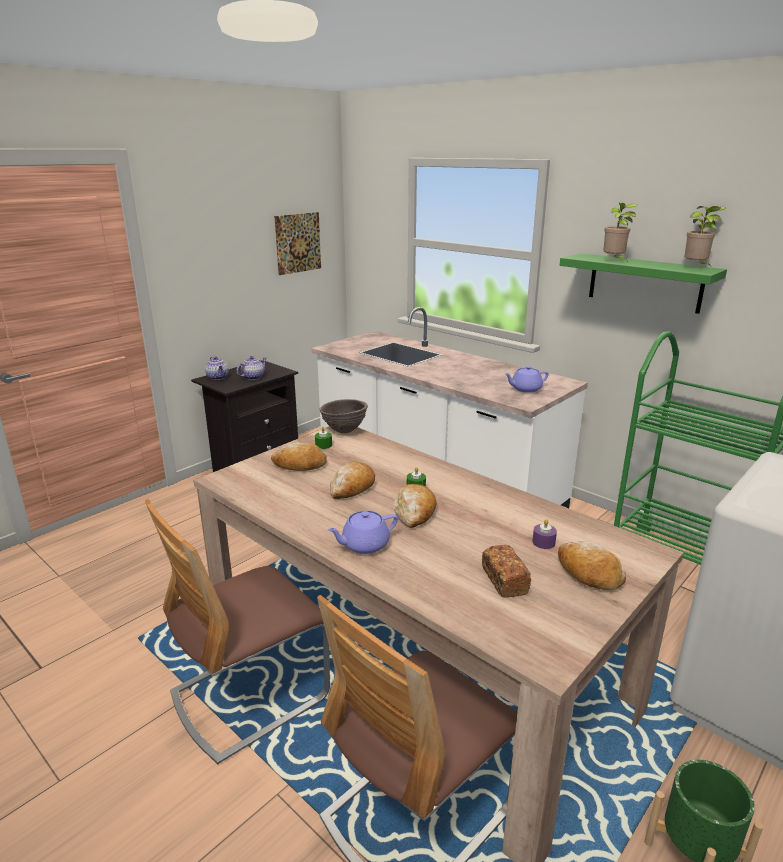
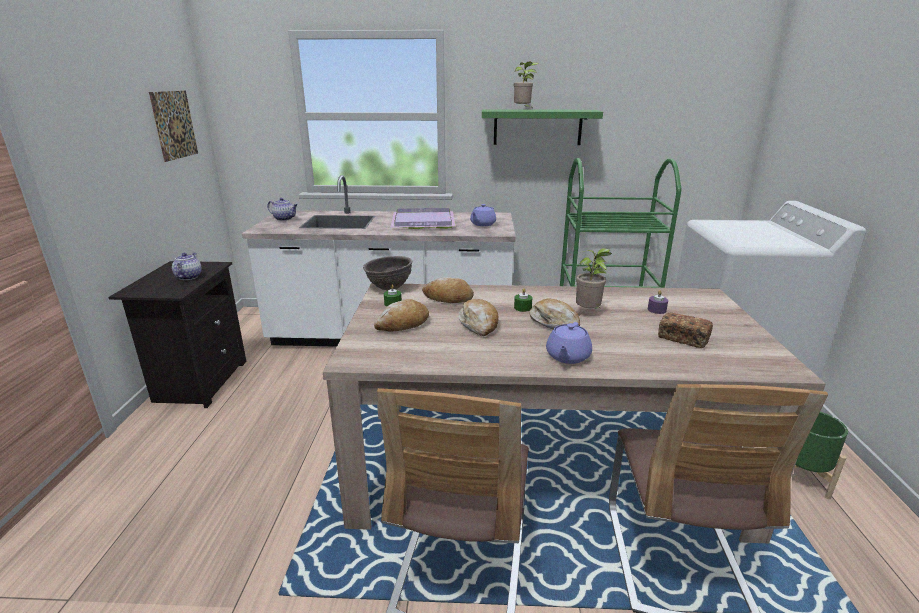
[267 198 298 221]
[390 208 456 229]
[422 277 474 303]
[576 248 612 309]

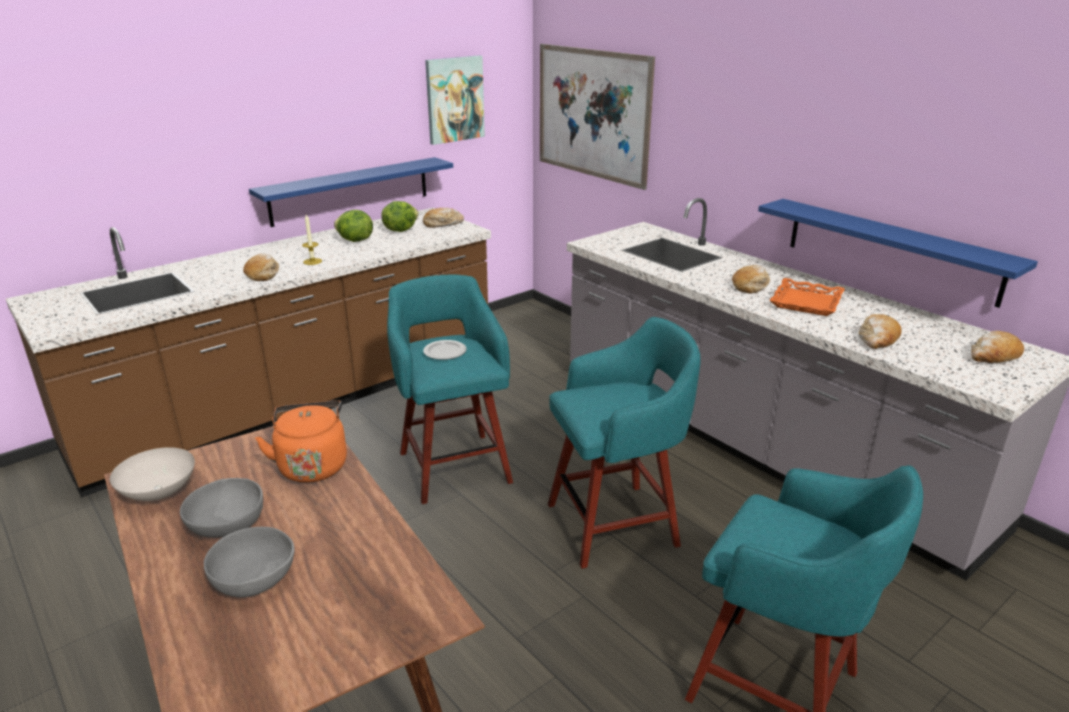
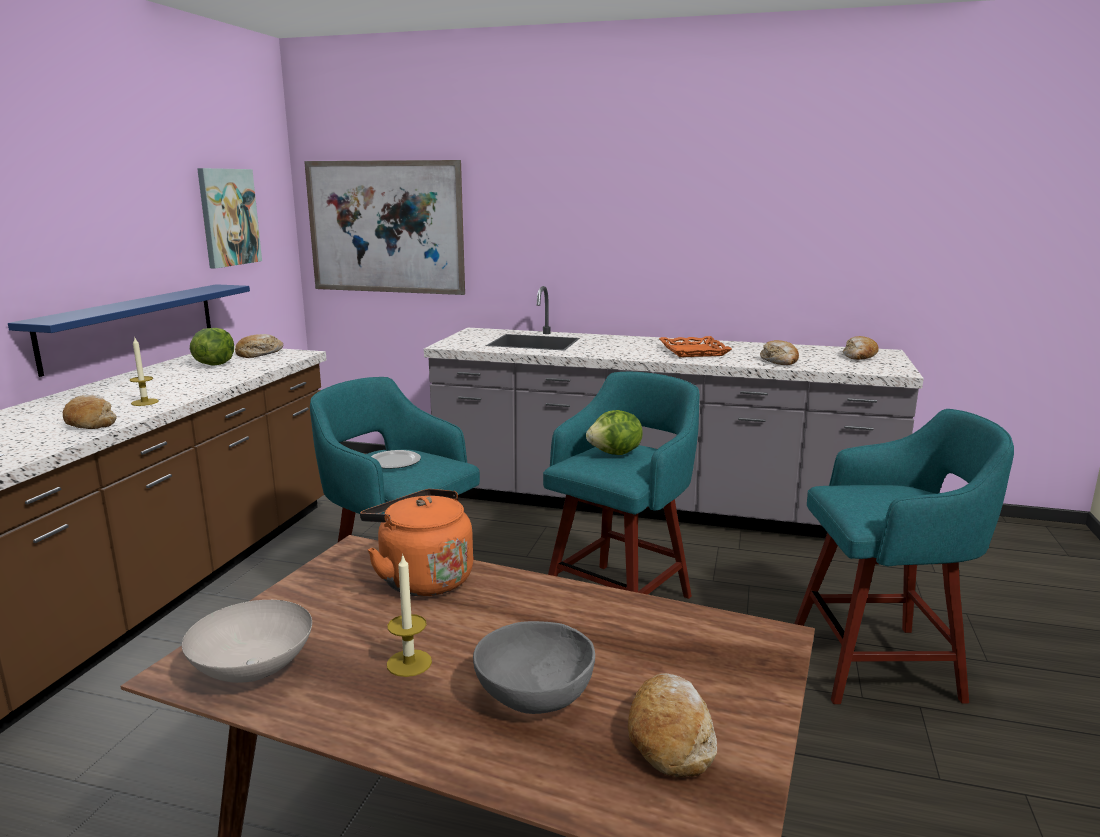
[387 553 432 677]
[586 410 643 455]
[628 673 717 777]
[758 199 1038 308] (first image)

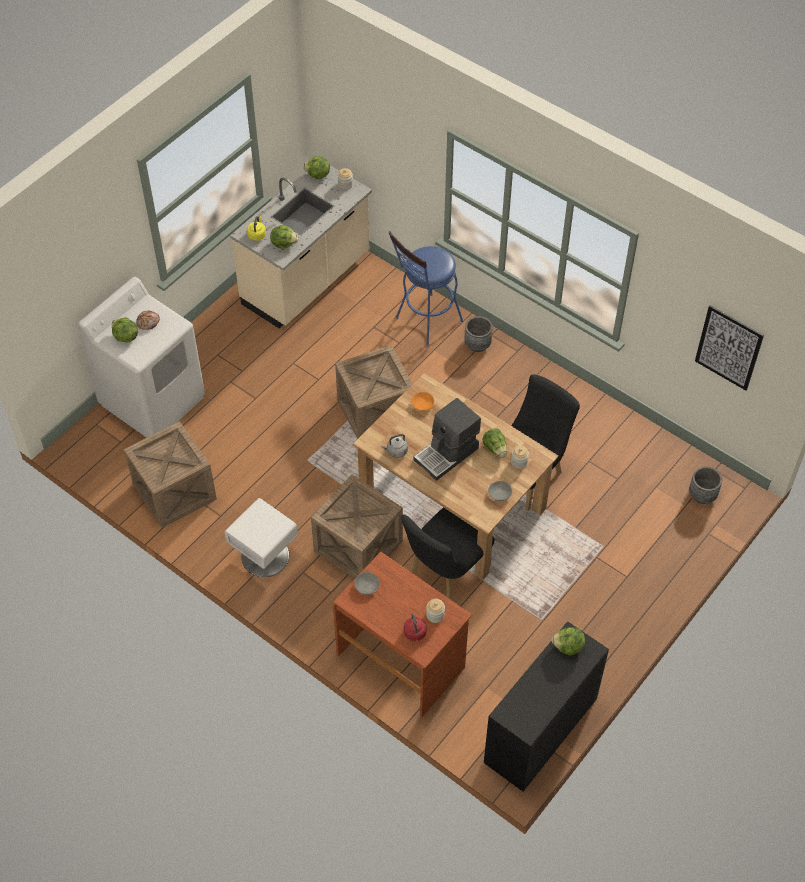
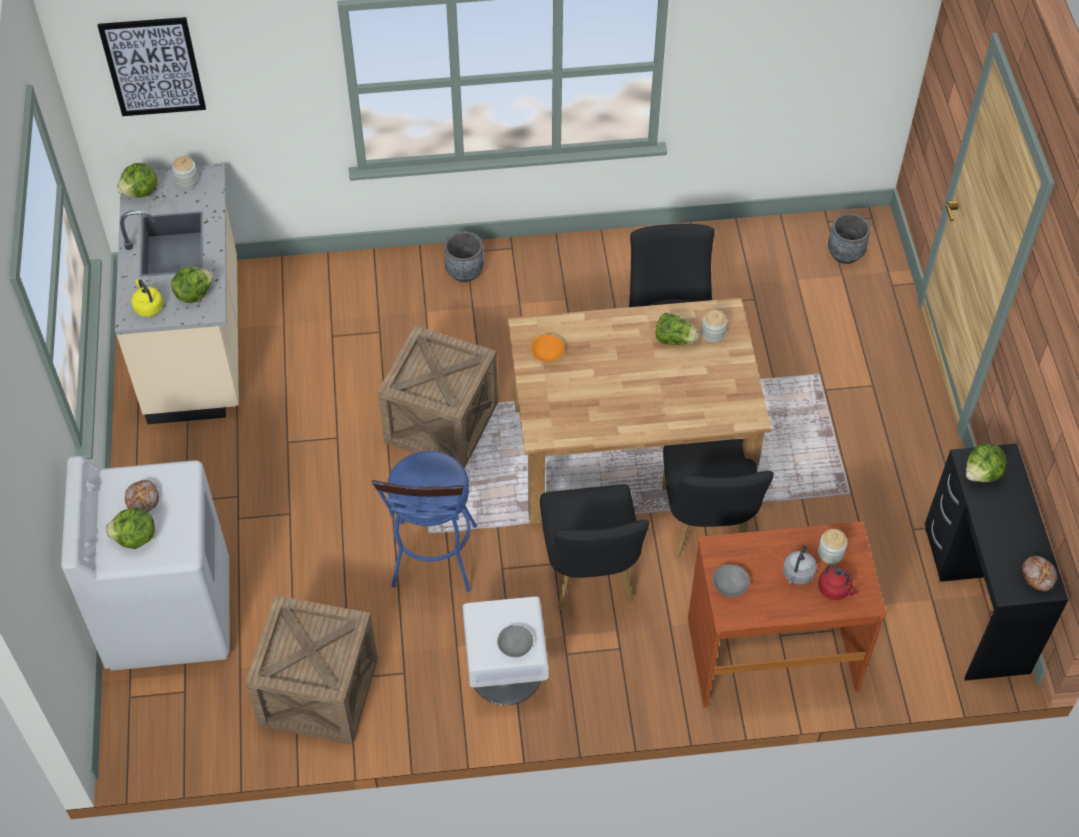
[98 17 206 116]
[372 451 477 592]
[497 625 533 657]
[540 484 649 610]
[783 545 817 585]
[1021 556 1057 592]
[413 398 481 481] (first image)

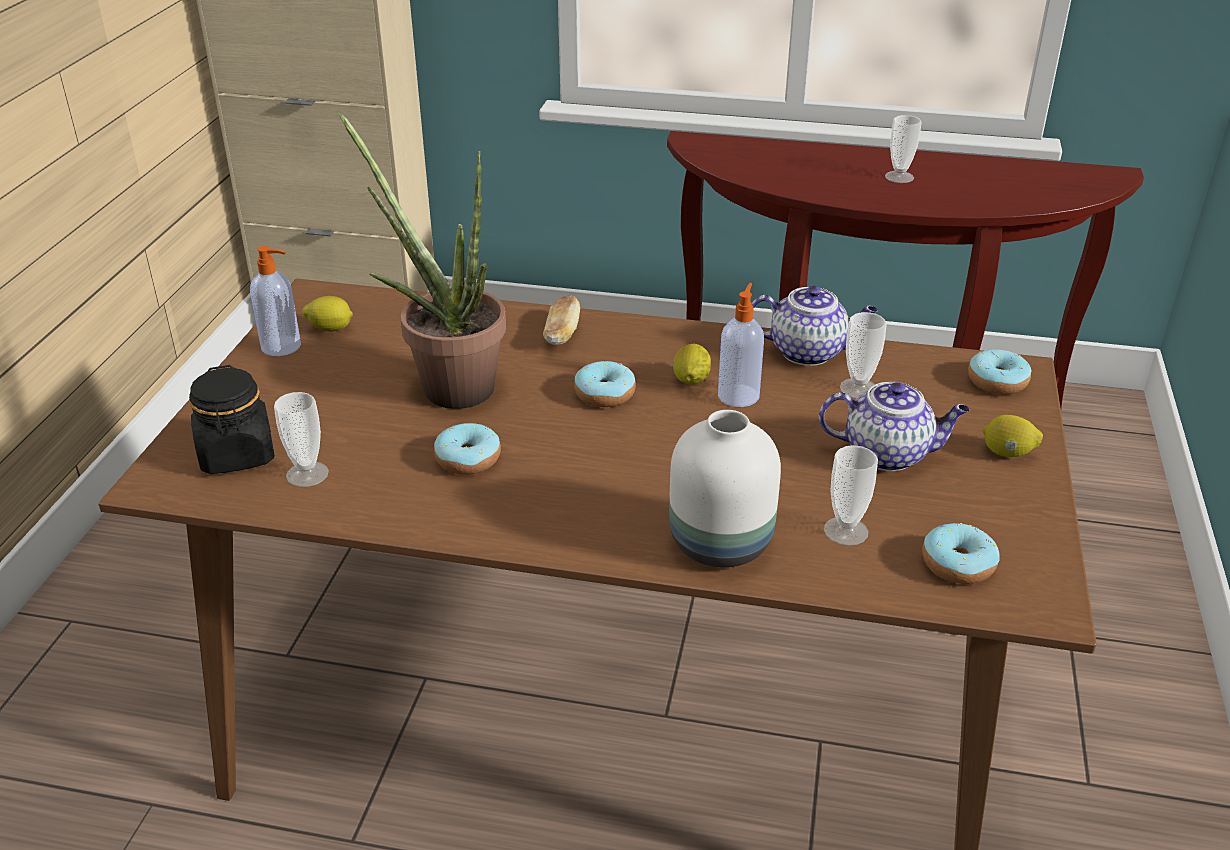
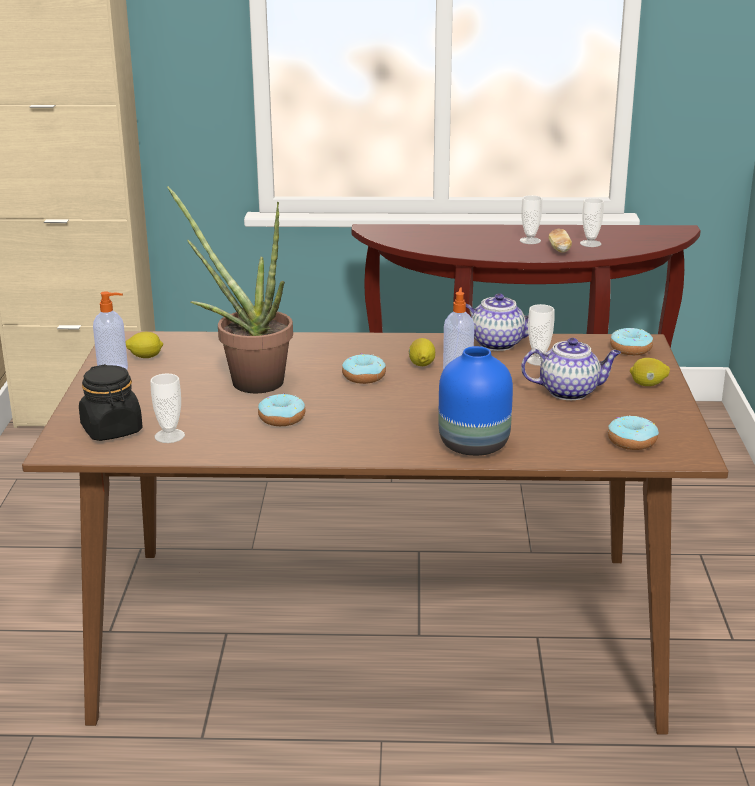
[439 346 513 456]
[549 228 572 252]
[580 198 604 247]

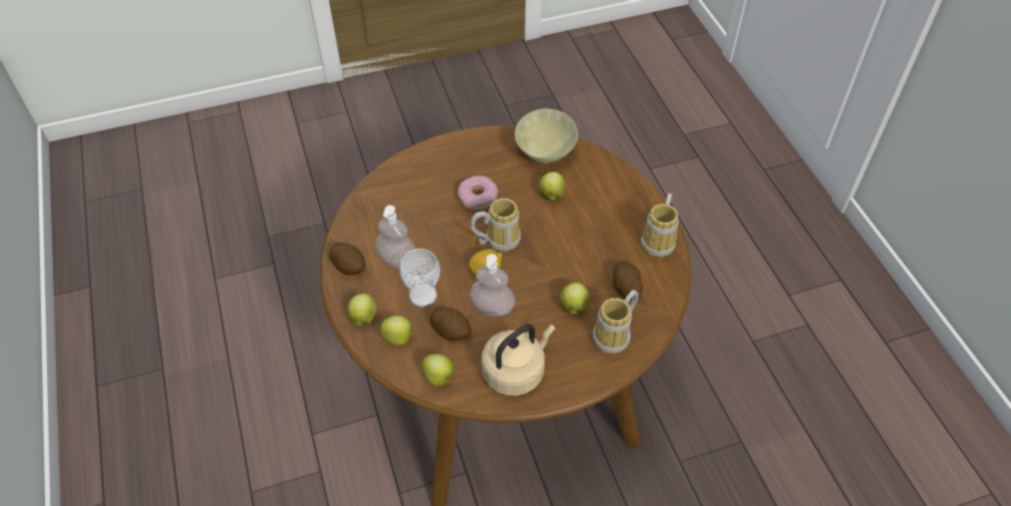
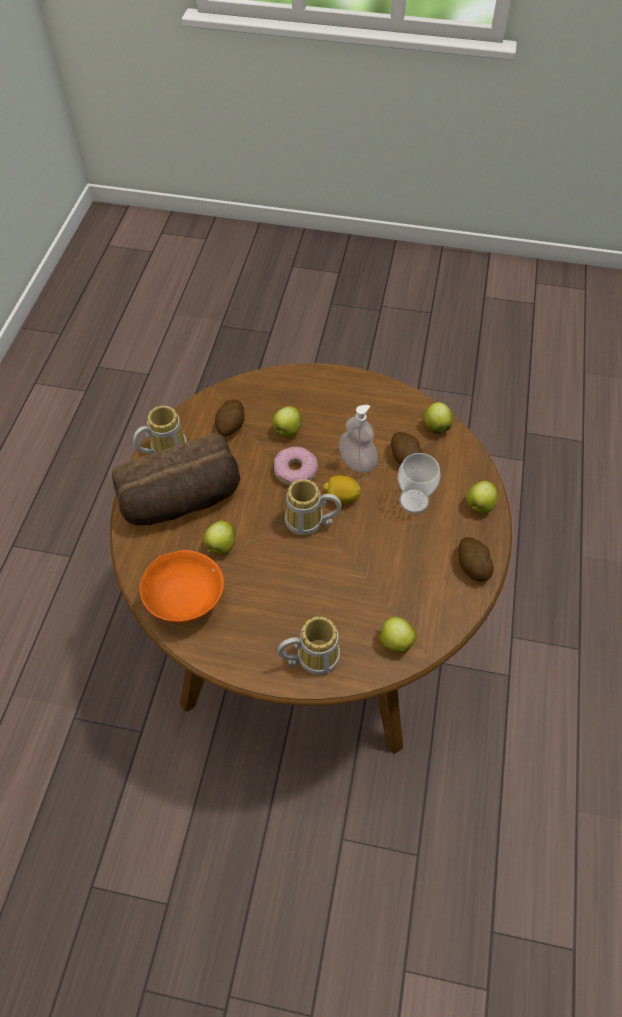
[112 432 240 525]
[140 550 224 623]
[274 447 318 486]
[278 616 340 675]
[380 617 417 653]
[376 205 415 268] (first image)
[481 324 555 396] (first image)

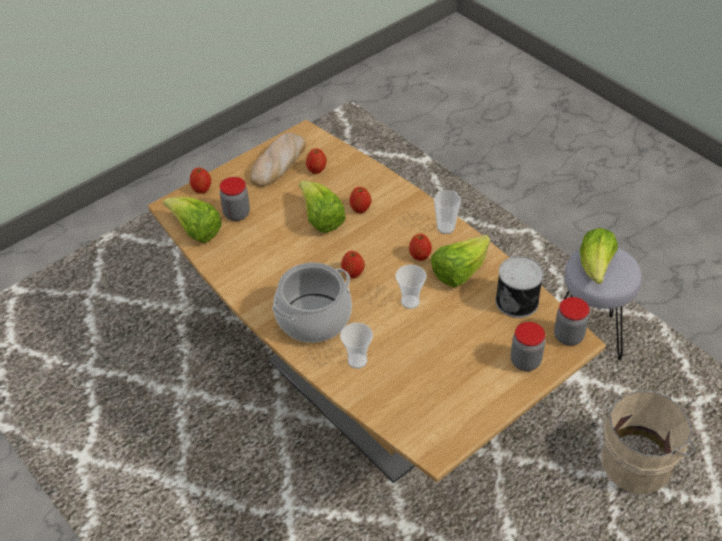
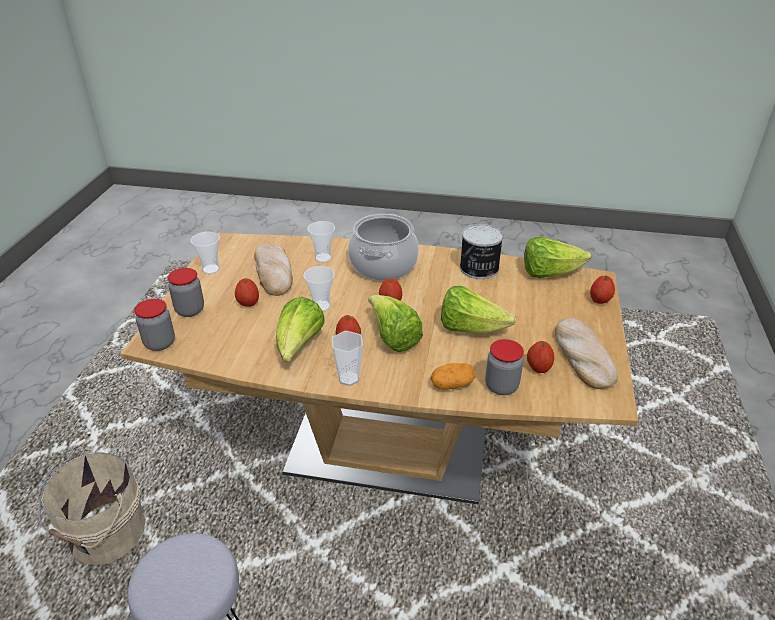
[191 232 220 274]
[235 278 259 307]
[254 244 293 296]
[369 295 423 352]
[430 363 475 390]
[460 224 503 279]
[485 339 524 395]

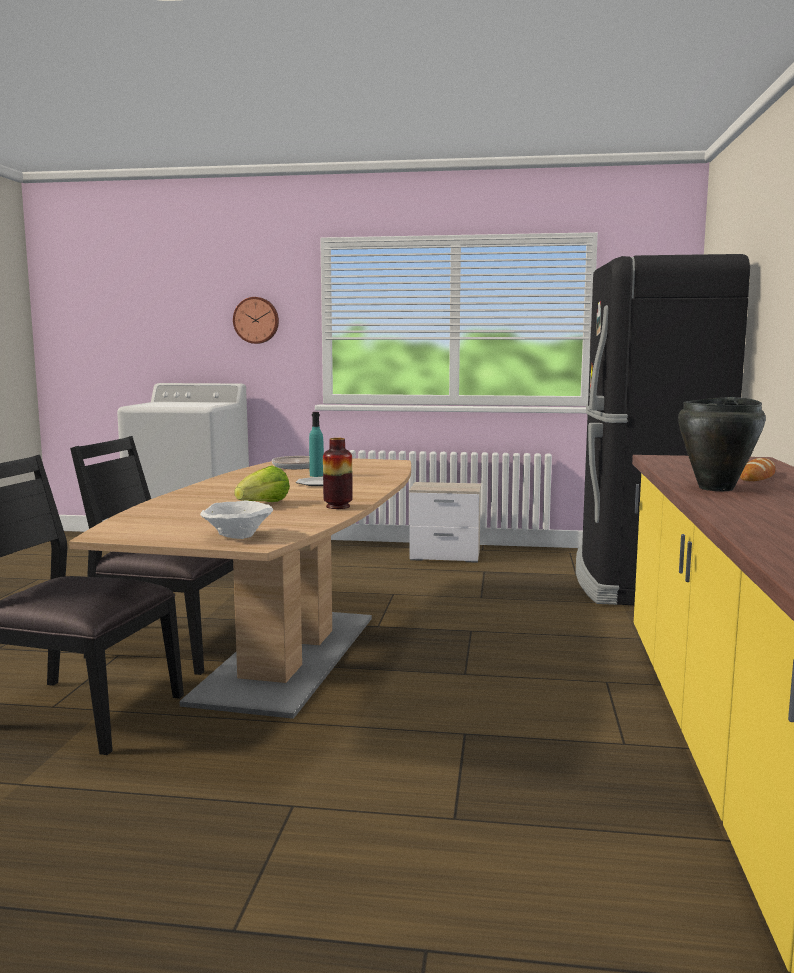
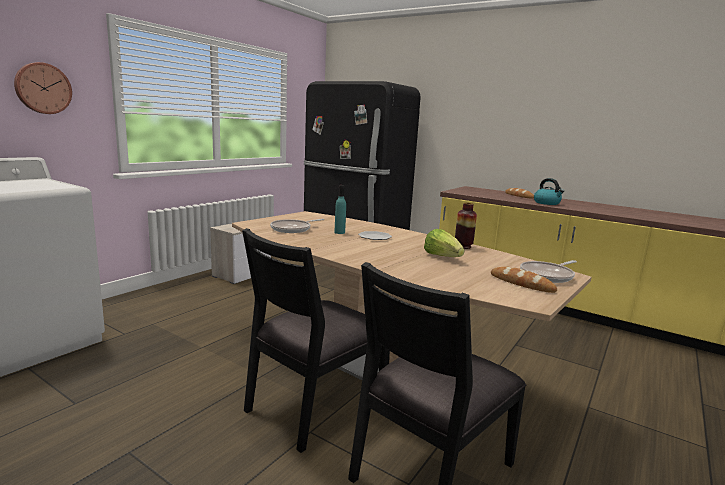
[491 267 557 293]
[520 260 577 283]
[534 178 564 205]

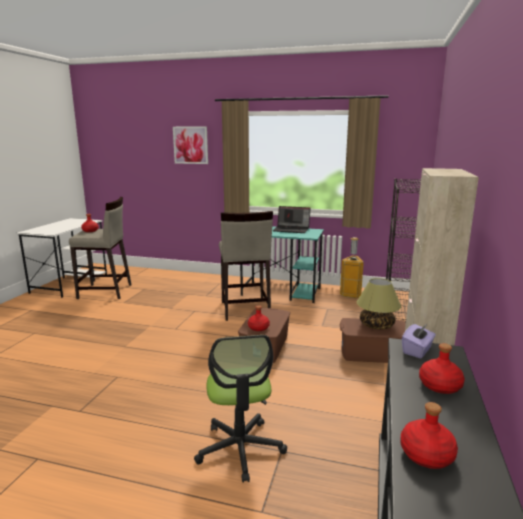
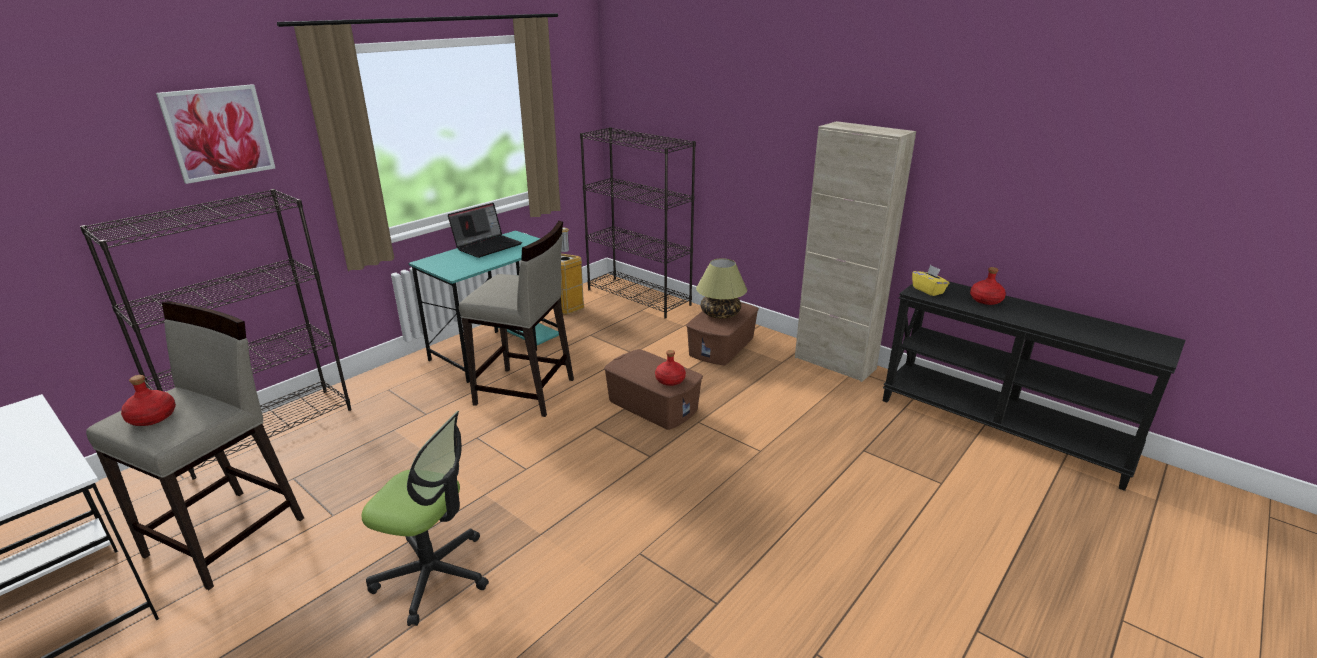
[80 189 351 479]
[361 411 489 626]
[912 265 950 296]
[401 402 458 469] (first image)

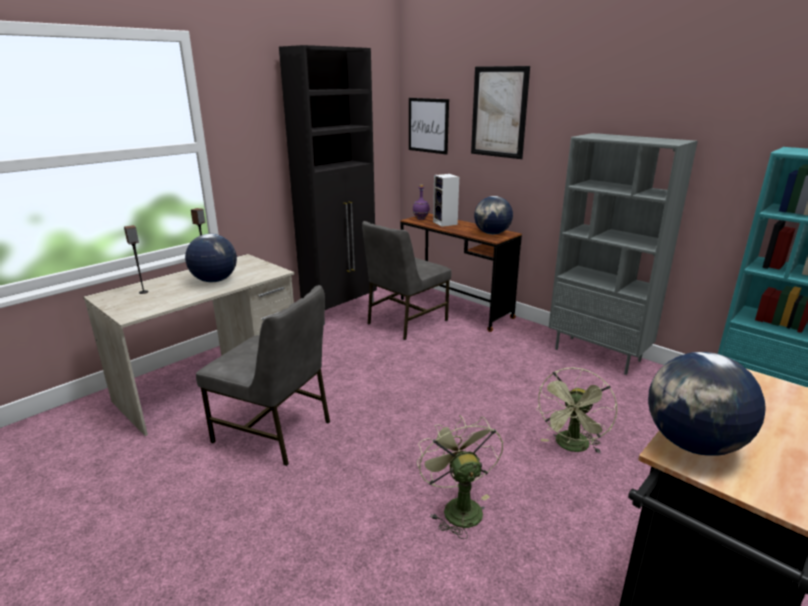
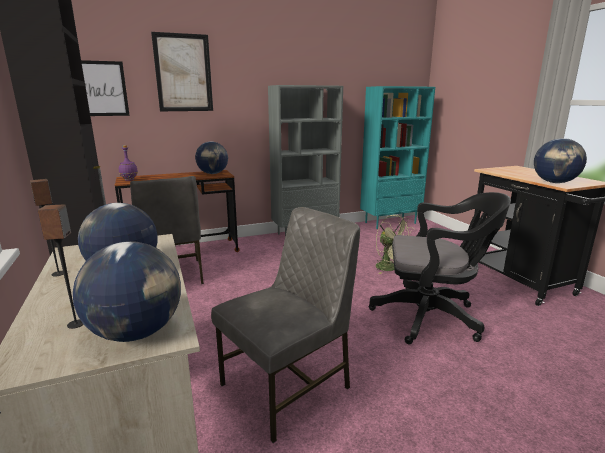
[73 241 181 342]
[369 192 511 345]
[433 174 459 227] (first image)

